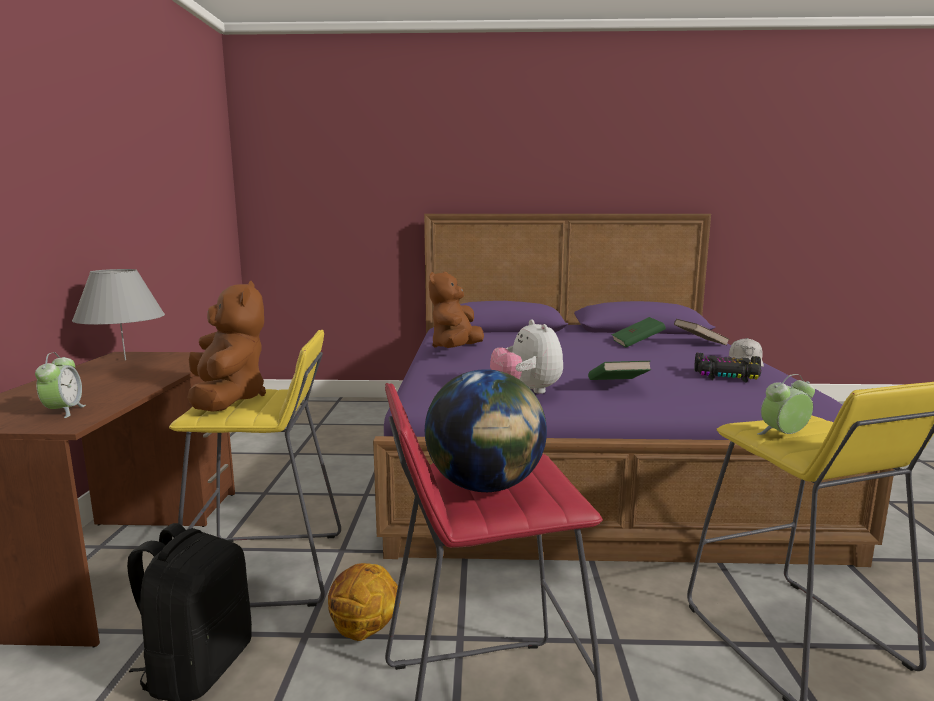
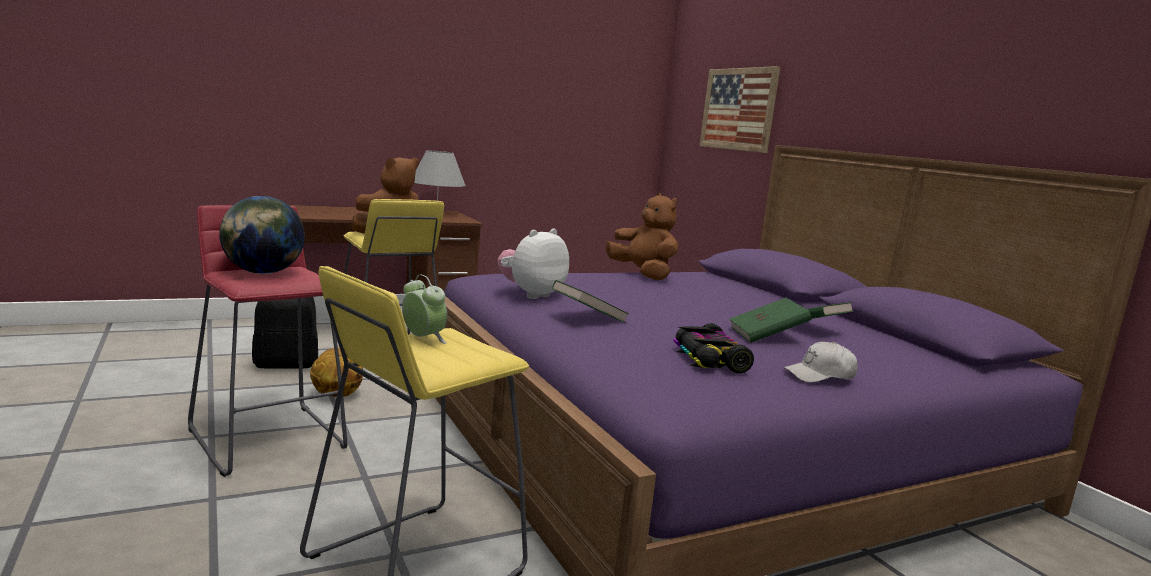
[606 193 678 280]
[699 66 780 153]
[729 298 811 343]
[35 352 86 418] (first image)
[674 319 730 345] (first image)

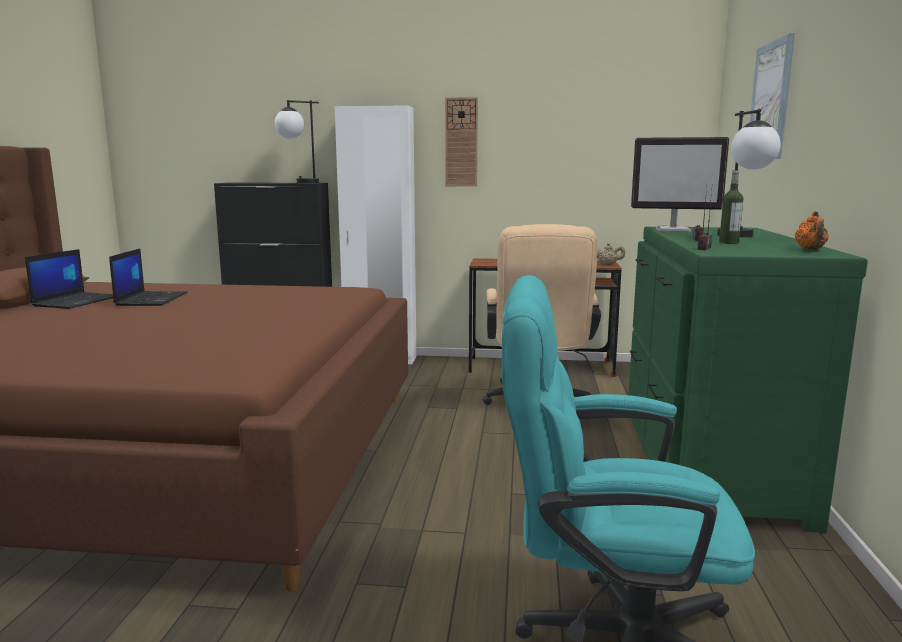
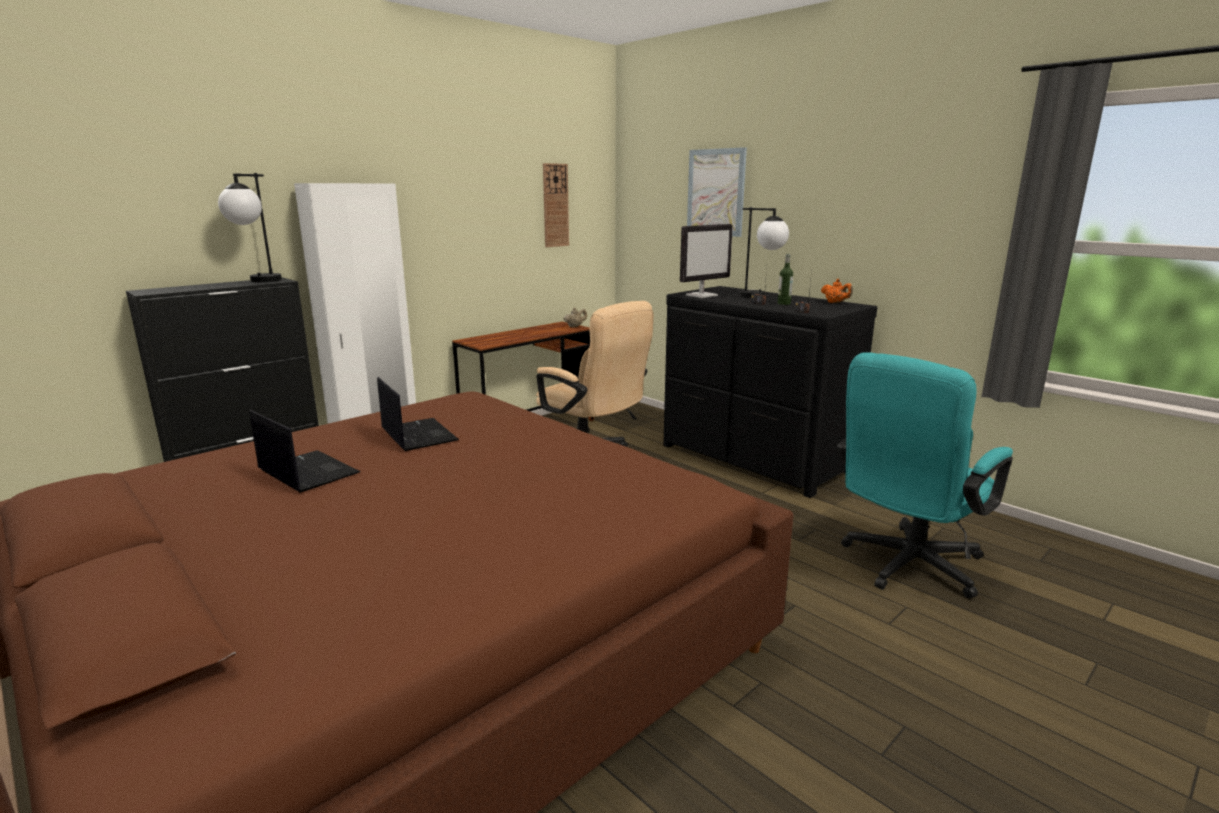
[377 377 459 451]
[543 163 569 247]
[663 286 877 498]

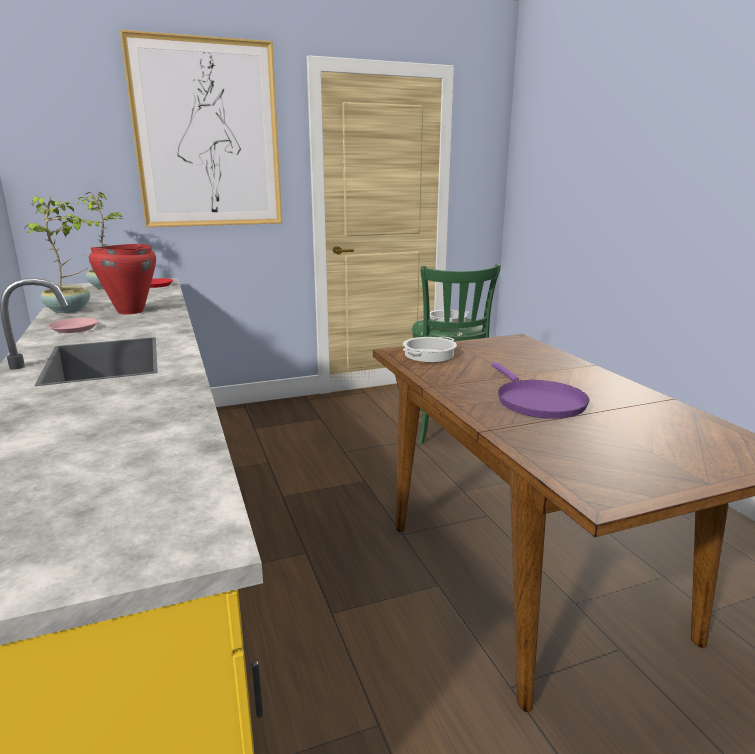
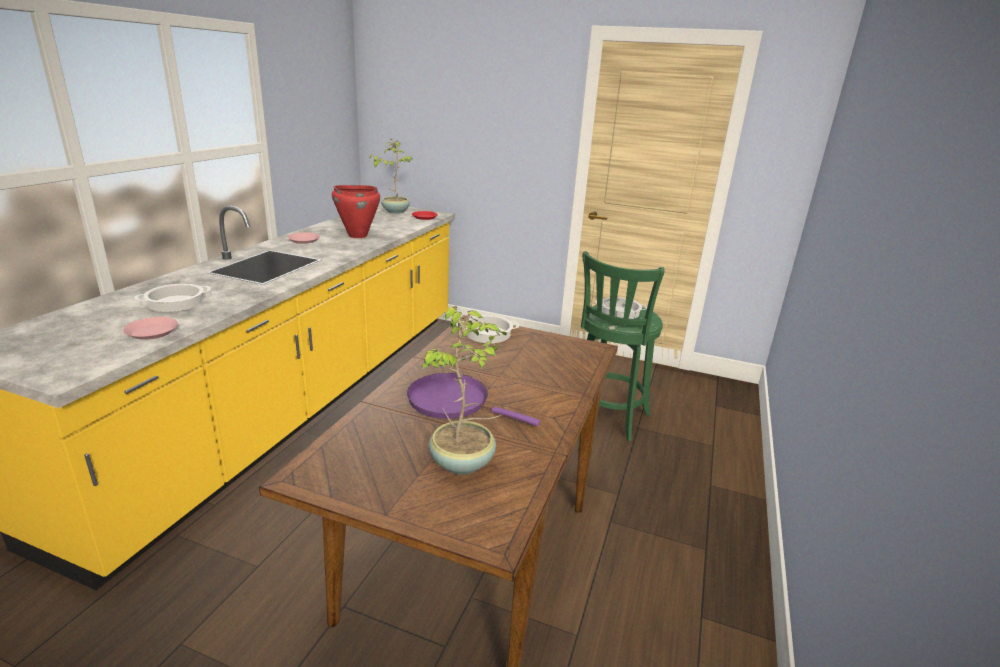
[123 317 178 340]
[134 284 211 312]
[407 373 540 426]
[422 306 507 475]
[120 30 282 227] (first image)

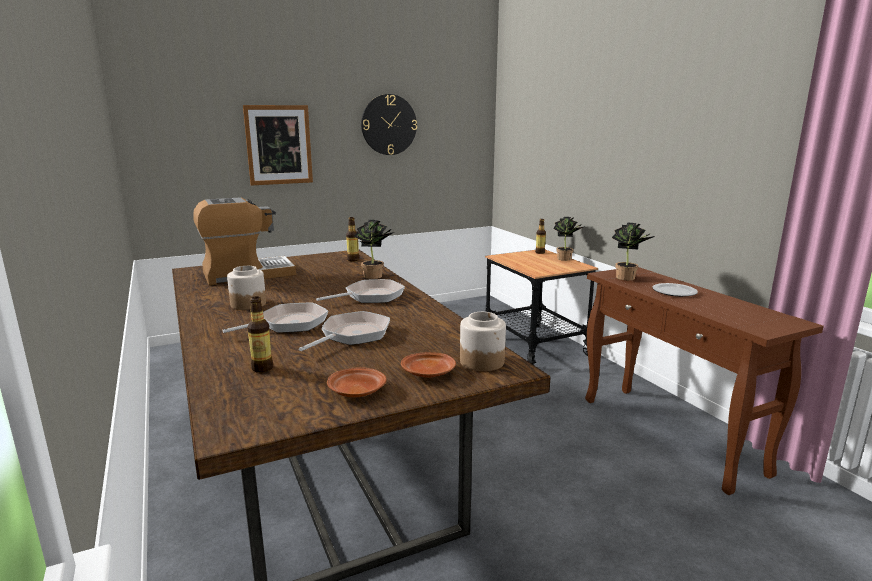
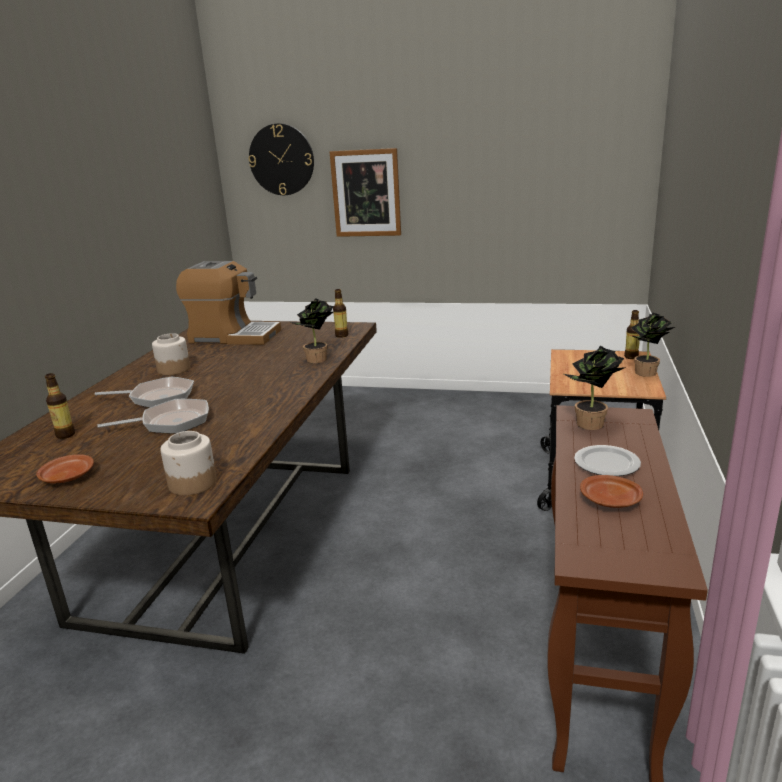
[248 123 314 195]
[580 475 643 508]
[316 279 405 303] (first image)

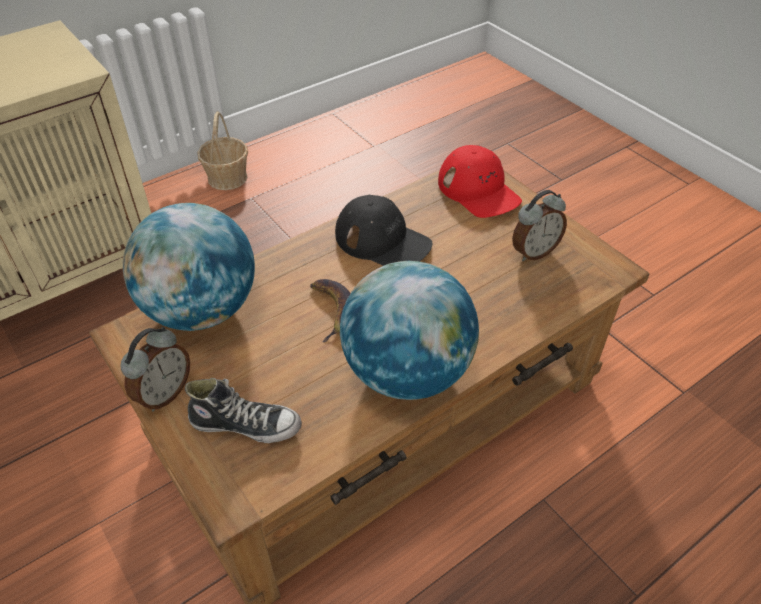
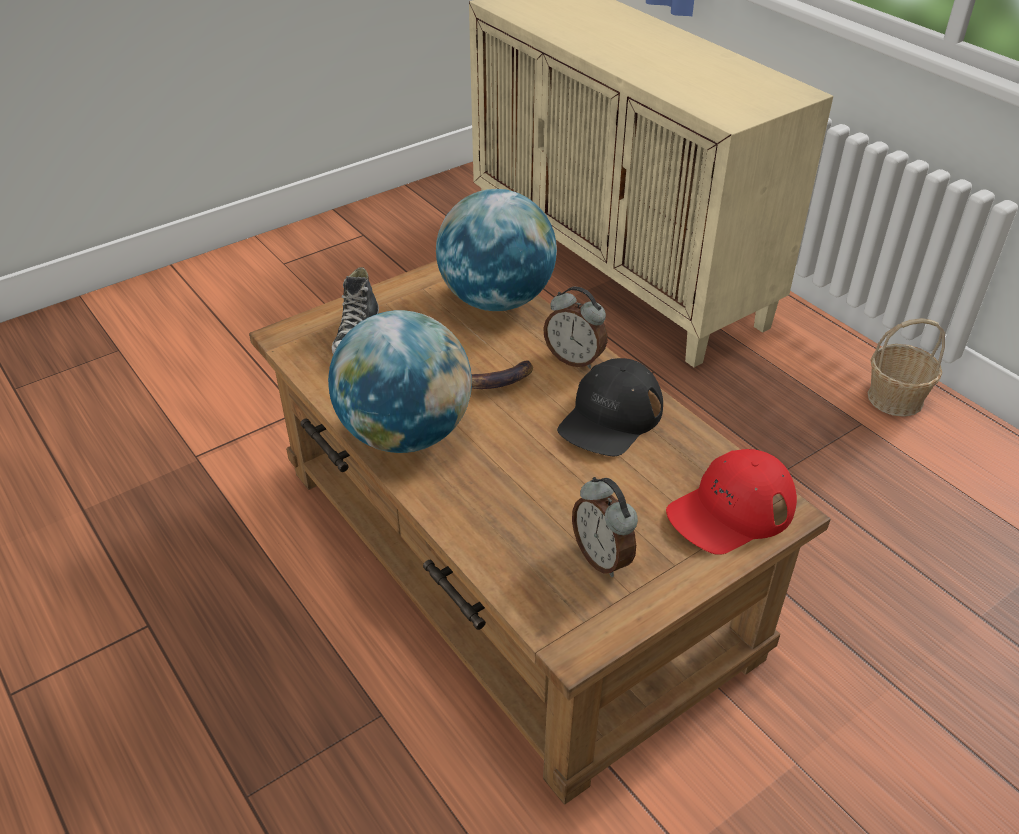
[543 287 608 369]

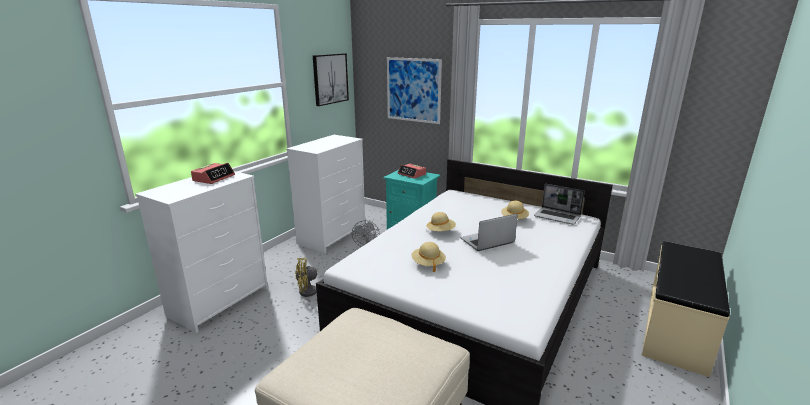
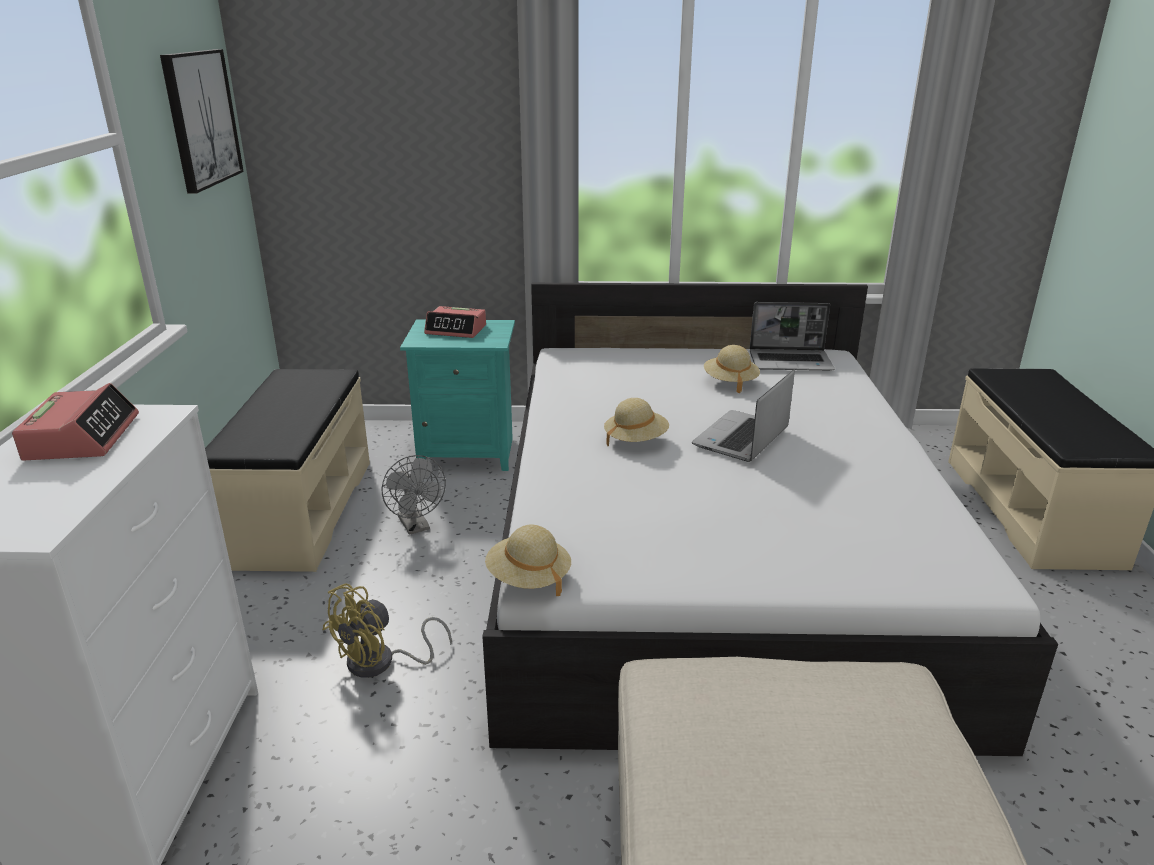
[205 369 370 572]
[485 525 571 596]
[387 57 442 124] (first image)

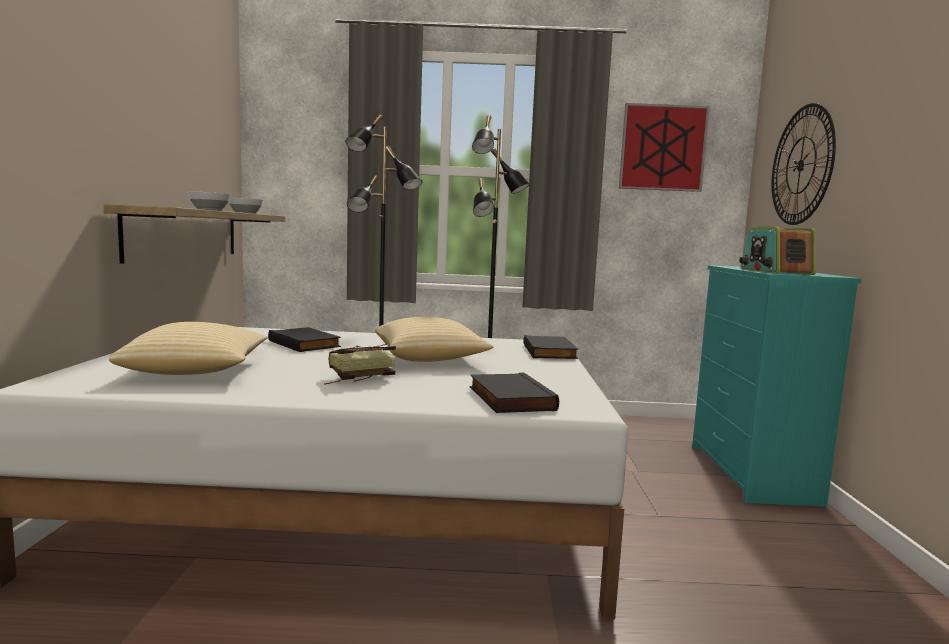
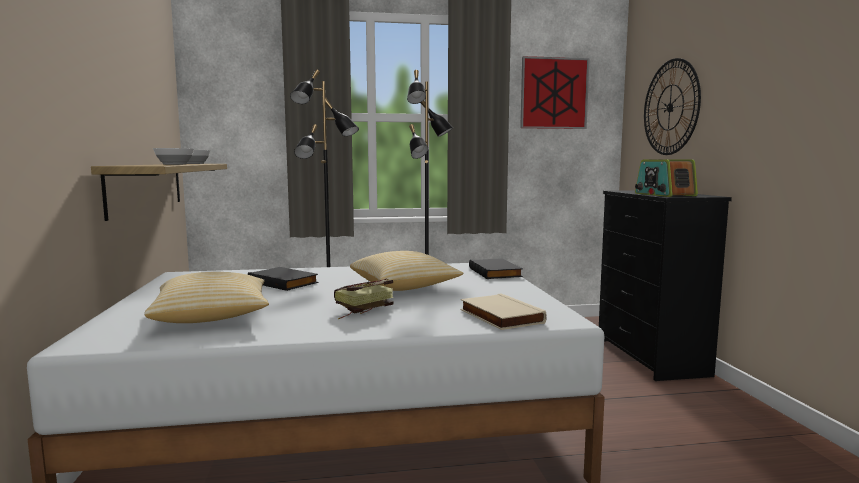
[461 294 547 330]
[599 190 732 381]

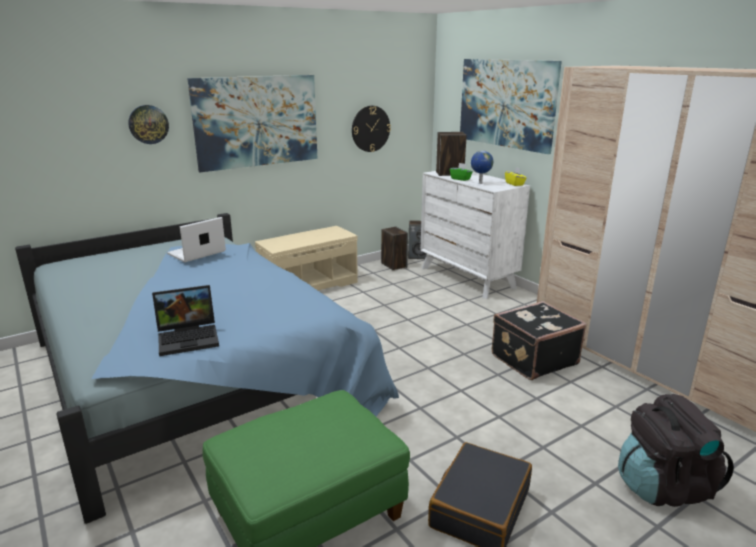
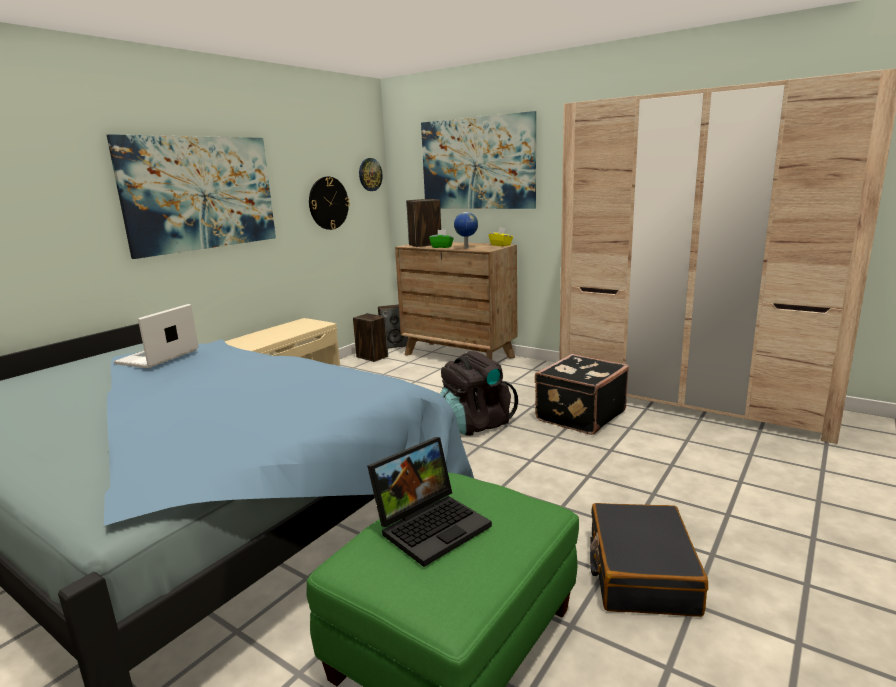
[359 158 383 191]
[367 437 492 567]
[395 242 517 360]
[440 351 518 436]

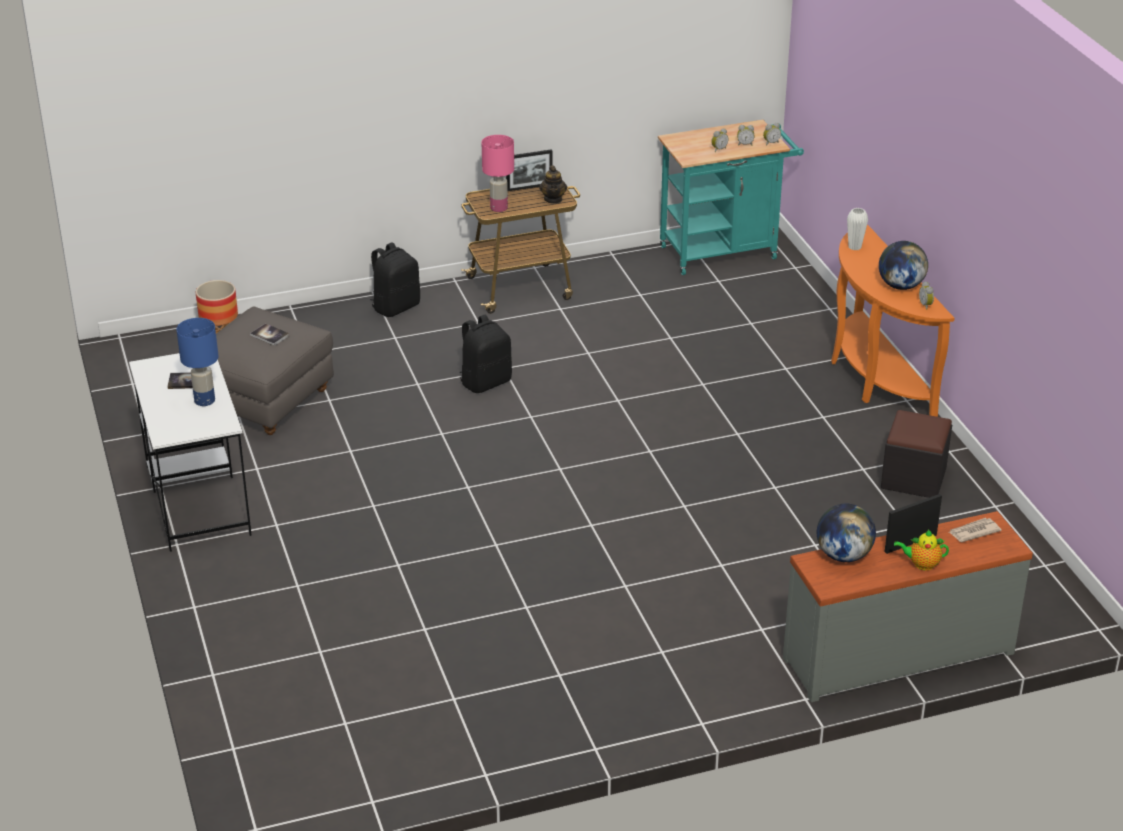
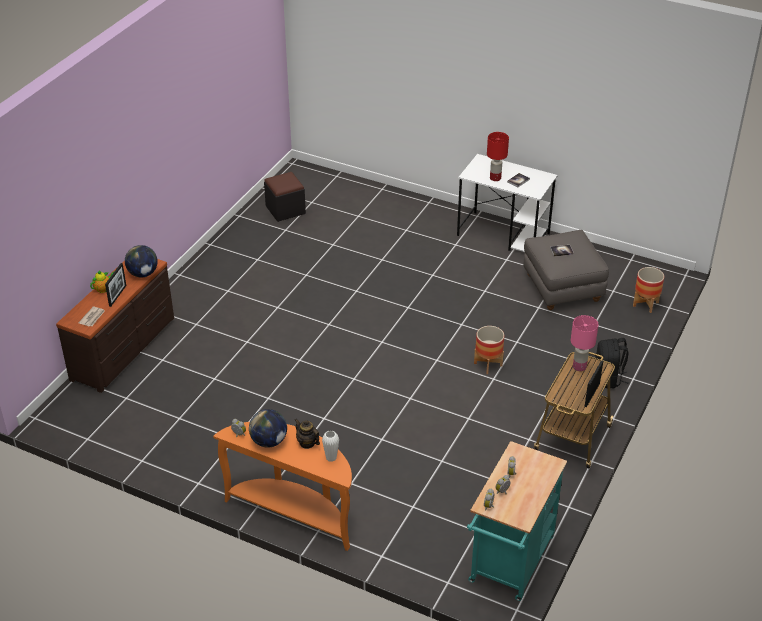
[56 259 174 393]
[264 172 306 222]
[295 419 320 449]
[474 326 504 374]
[487 132 509 181]

